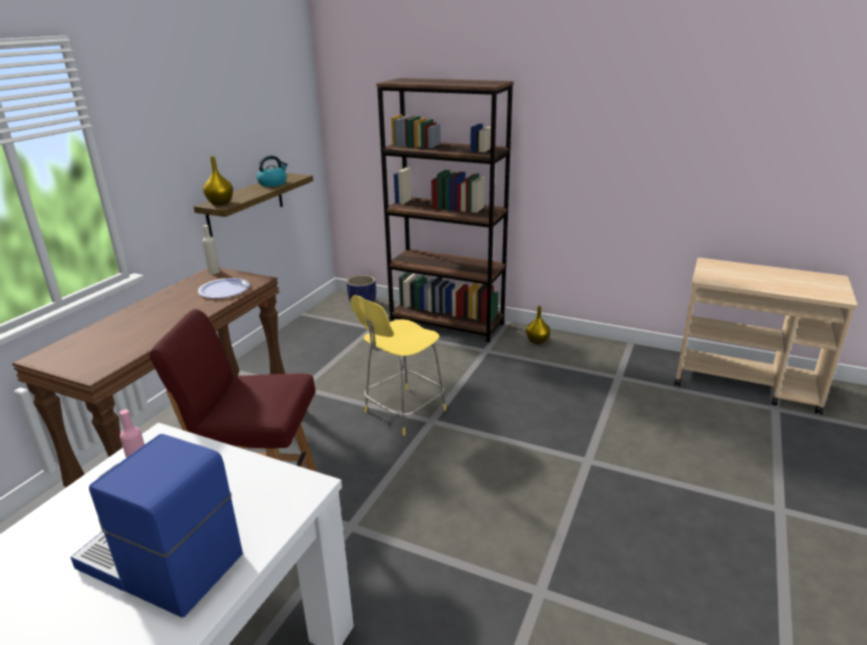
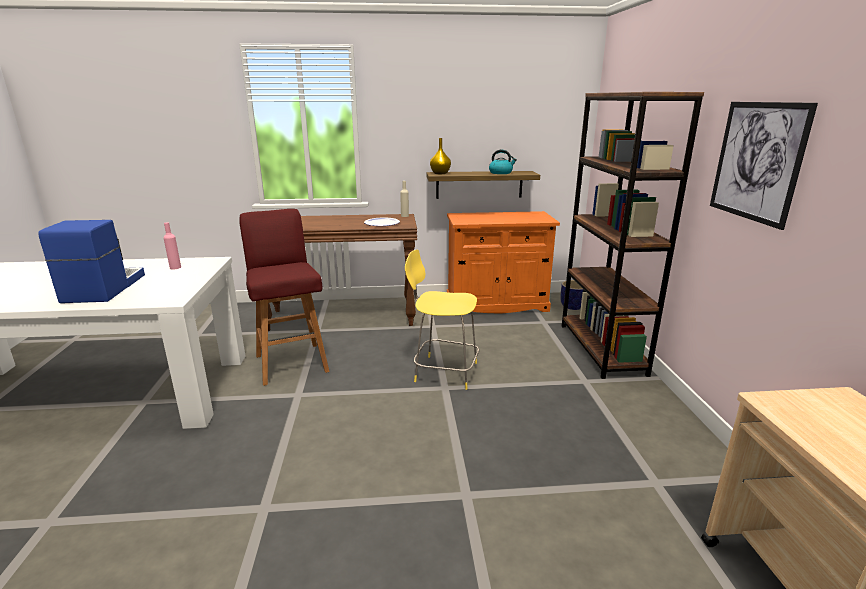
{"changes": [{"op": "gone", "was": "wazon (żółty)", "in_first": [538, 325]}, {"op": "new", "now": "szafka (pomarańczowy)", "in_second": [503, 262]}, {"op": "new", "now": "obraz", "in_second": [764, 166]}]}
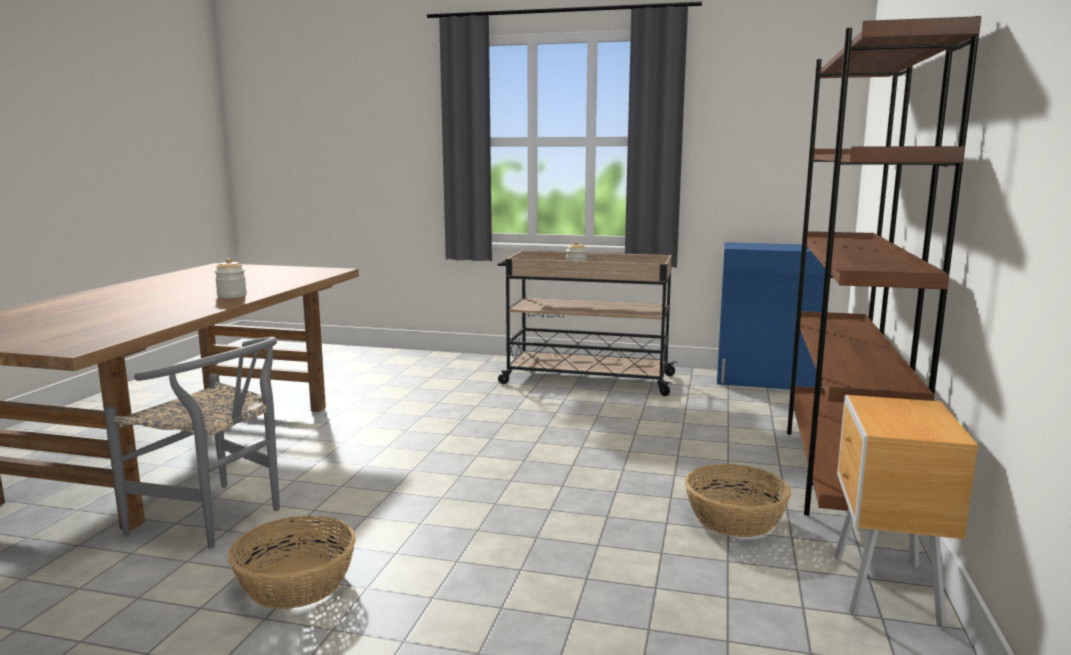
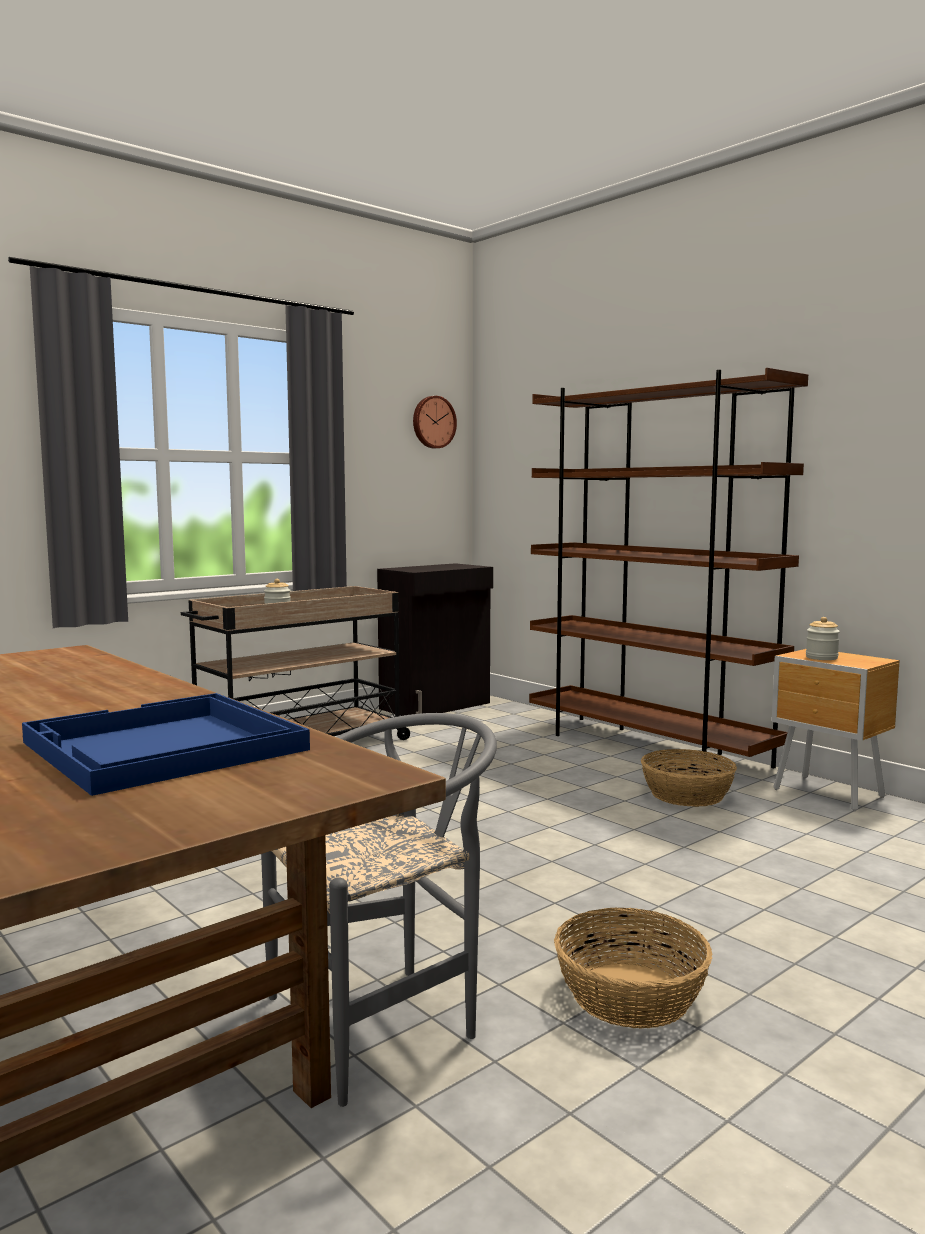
{"changes": [{"op": "shifted", "was": "słoik", "in_first": [231, 278], "in_second": [823, 638]}, {"op": "repainted", "was": "szafka (niebieski)", "now": "szafka (czarny)", "in_first": [771, 315], "in_second": [435, 639]}, {"op": "new", "now": "taca (niebieski)", "in_second": [166, 744]}, {"op": "new", "now": "zegar ścienny", "in_second": [435, 422]}]}
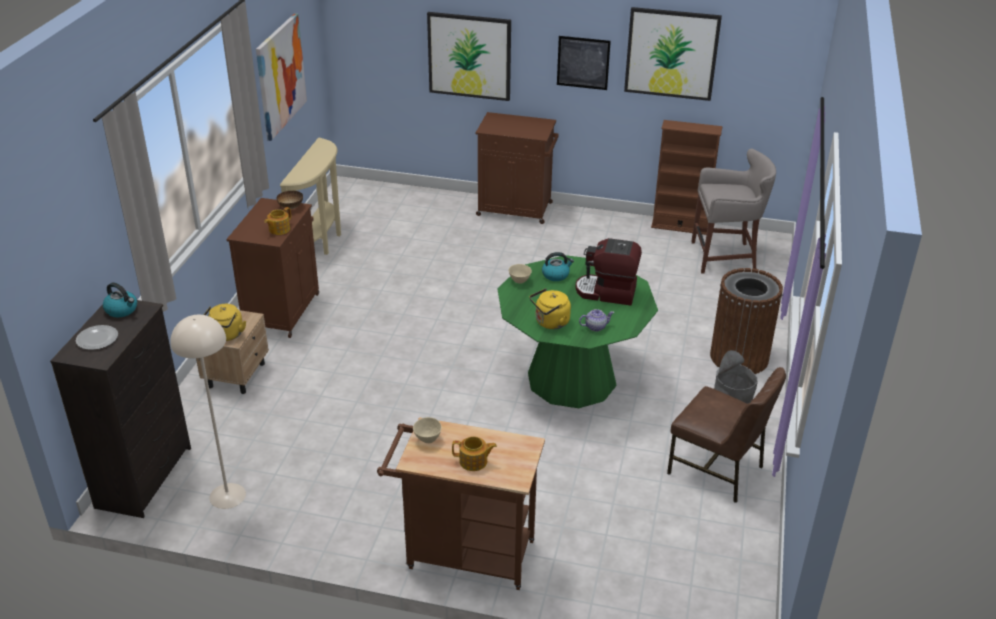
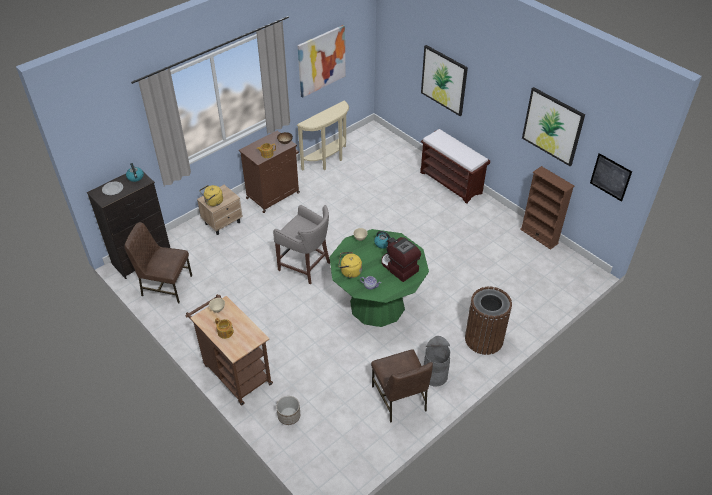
{"changes": [{"op": "swapped", "was": "lampa stojąca (beżowy)", "now": "krzesło (brązowy)", "in_first": [208, 412], "in_second": [158, 262]}, {"op": "swapped", "was": "szafka (brązowy)", "now": "ławka (brązowy)", "in_first": [517, 168], "in_second": [455, 166]}, {"op": "shifted", "was": "obraz", "in_first": [584, 63], "in_second": [611, 177]}, {"op": "shifted", "was": "stołek (szary)", "in_first": [733, 211], "in_second": [301, 244]}, {"op": "new", "now": "donica", "in_second": [288, 410]}]}
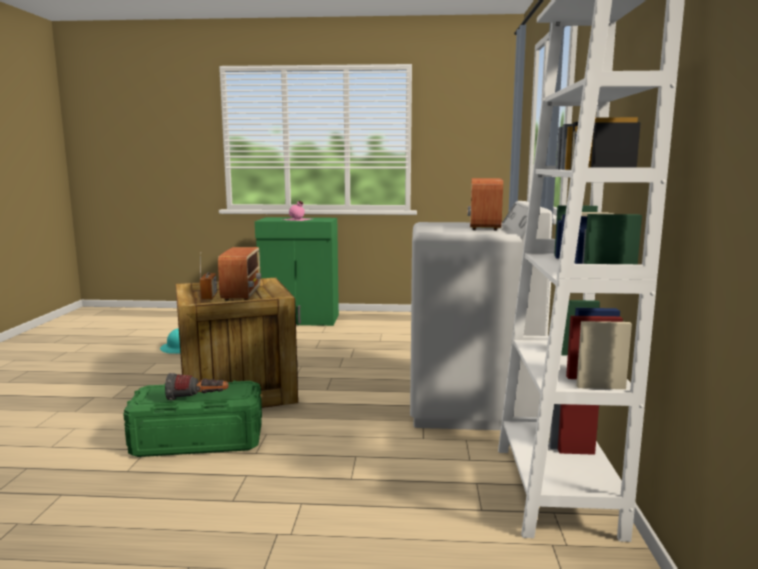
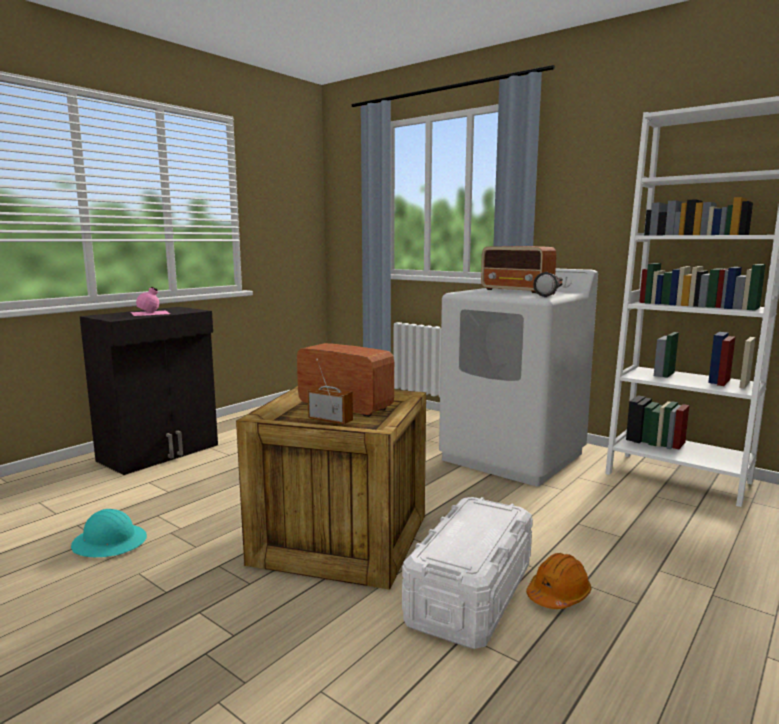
{"changes": [{"op": "repainted", "was": "pojemnik do przechowywania (zielony)", "now": "pojemnik do przechowywania (biały)", "in_first": [192, 418], "in_second": [467, 573]}, {"op": "shifted", "was": "latarka", "in_first": [197, 386], "in_second": [548, 284]}, {"op": "repainted", "was": "szafka (zielony)", "now": "szafka (czarny)", "in_first": [297, 271], "in_second": [149, 391]}, {"op": "new", "now": "kask (pomarańczowy)", "in_second": [558, 581]}]}
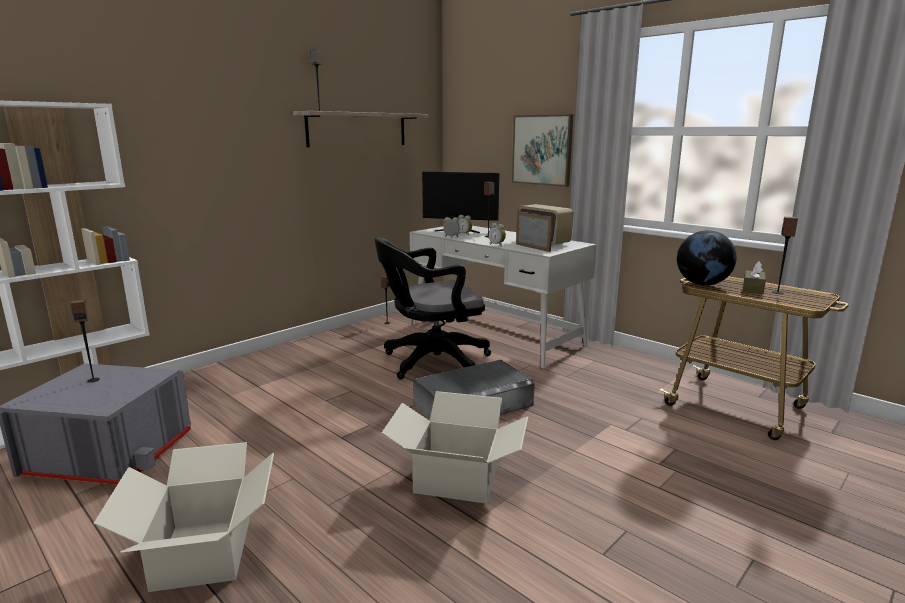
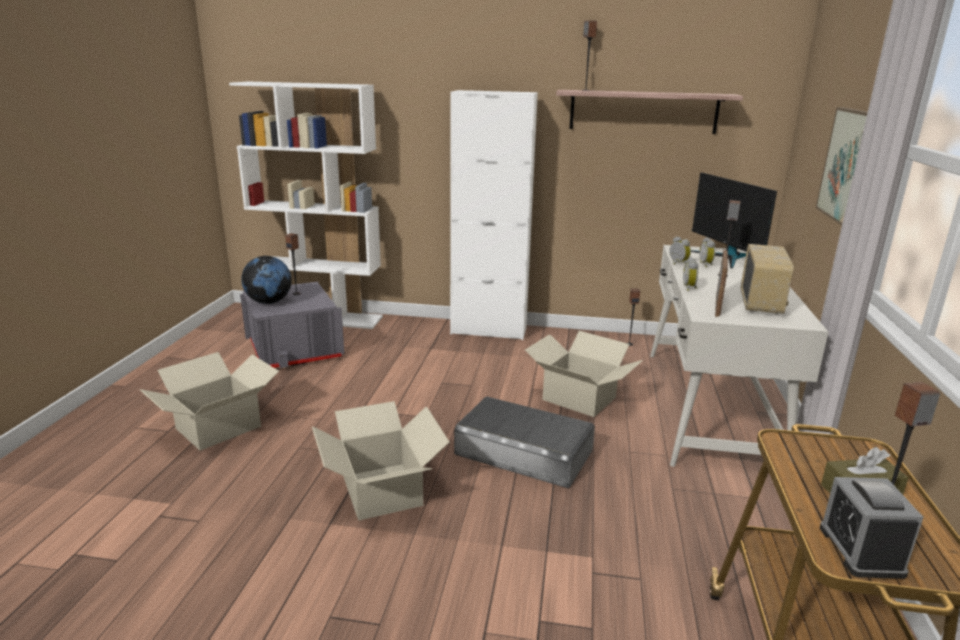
{"changes": [{"op": "swapped", "was": "krzesło biurowe (czarny)", "now": "karton", "in_first": [432, 308], "in_second": [584, 374]}, {"op": "shifted", "was": "globus", "in_first": [707, 258], "in_second": [266, 280]}, {"op": "new", "now": "szafka (biały)", "in_second": [494, 215]}, {"op": "new", "now": "budzik", "in_second": [871, 528]}]}
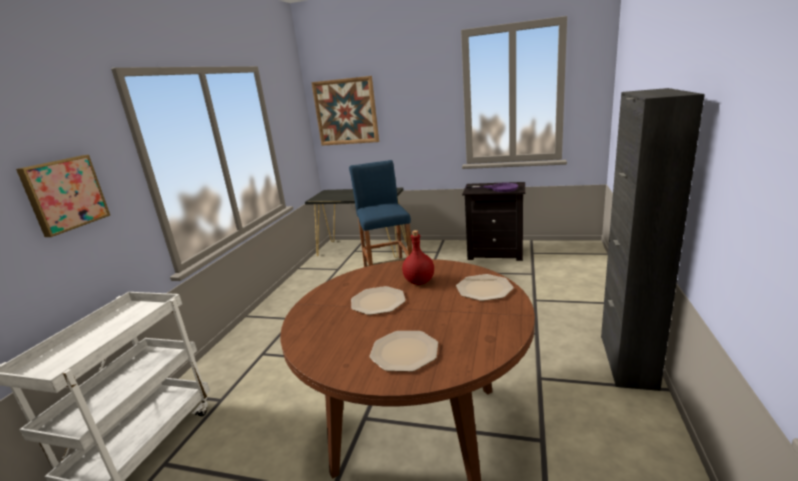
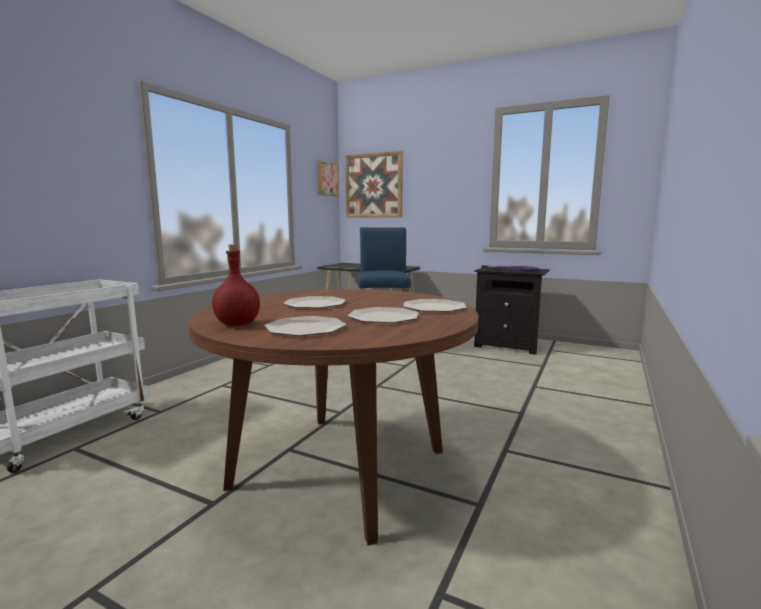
{"changes": [{"op": "shifted", "was": "obraz", "in_first": [63, 196], "in_second": [328, 178]}, {"op": "shifted", "was": "butelka (czerwony)", "in_first": [418, 257], "in_second": [236, 285]}, {"op": "gone", "was": "szafka (czarny)", "in_first": [653, 239]}, {"op": "new", "now": "talerz", "in_second": [383, 315]}]}
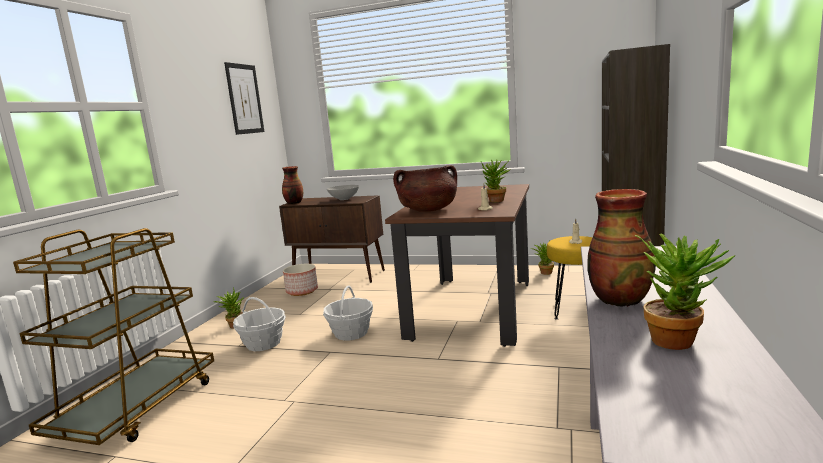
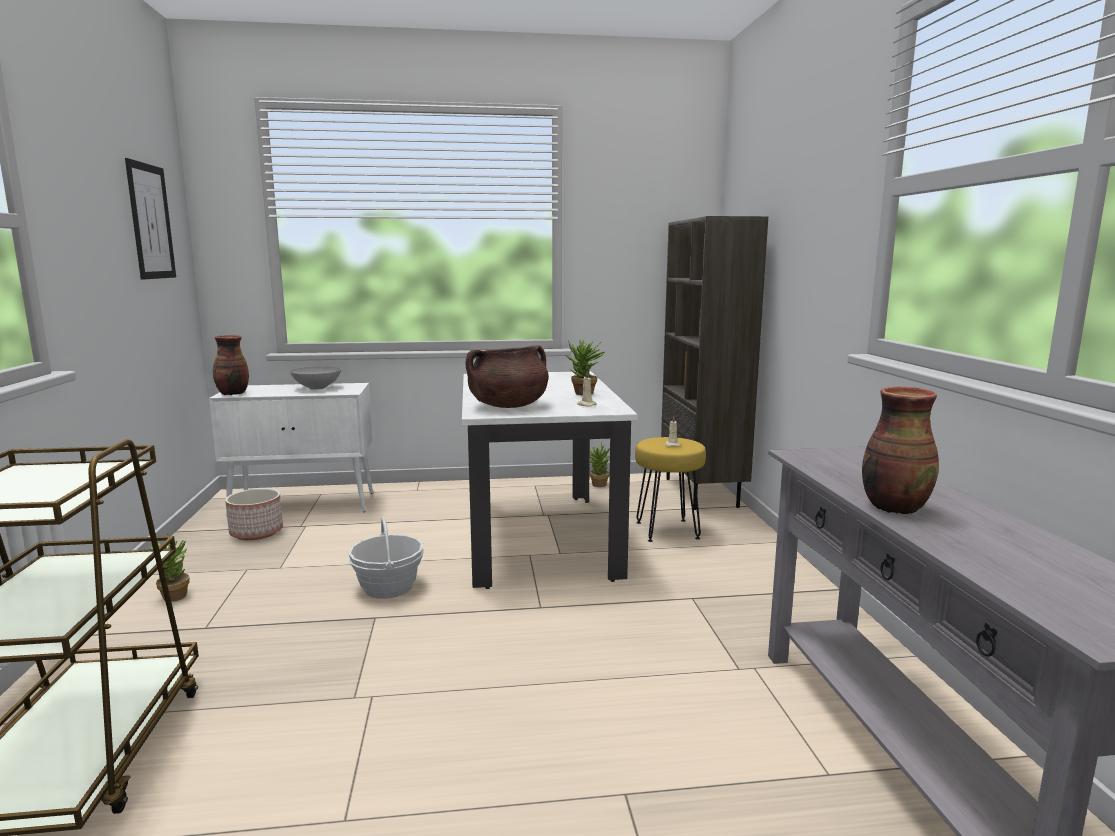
{"changes": [{"op": "gone", "was": "koszyk", "in_first": [259, 324]}, {"op": "repainted", "was": "szafka (brązowy)", "now": "szafka (biały)", "in_first": [332, 239], "in_second": [291, 450]}, {"op": "repainted", "was": "stół jadalny (brązowy)", "now": "stół jadalny (biały)", "in_first": [457, 265], "in_second": [550, 480]}, {"op": "gone", "was": "roślina doniczkowa", "in_first": [685, 291]}]}
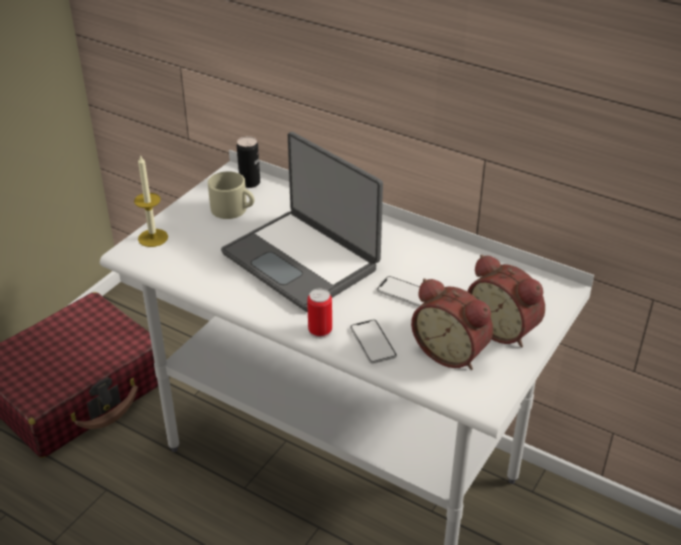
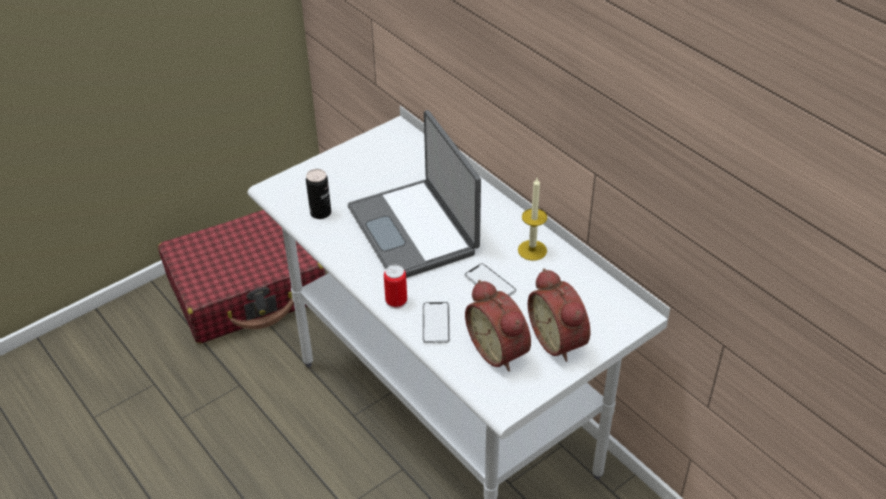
{"changes": [{"op": "shifted", "was": "świeca", "in_first": [151, 200], "in_second": [532, 219]}, {"op": "gone", "was": "kubek (beżowy)", "in_first": [231, 195]}, {"op": "shifted", "was": "puszka", "in_first": [248, 162], "in_second": [318, 194]}]}
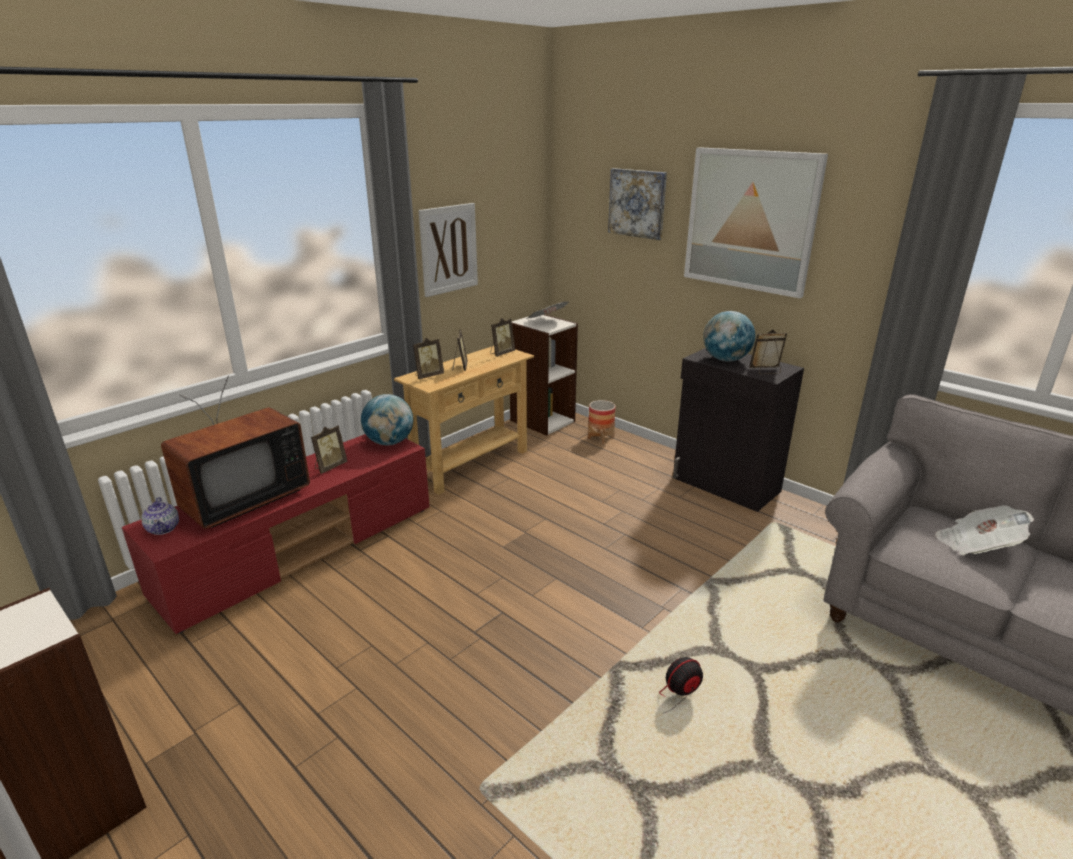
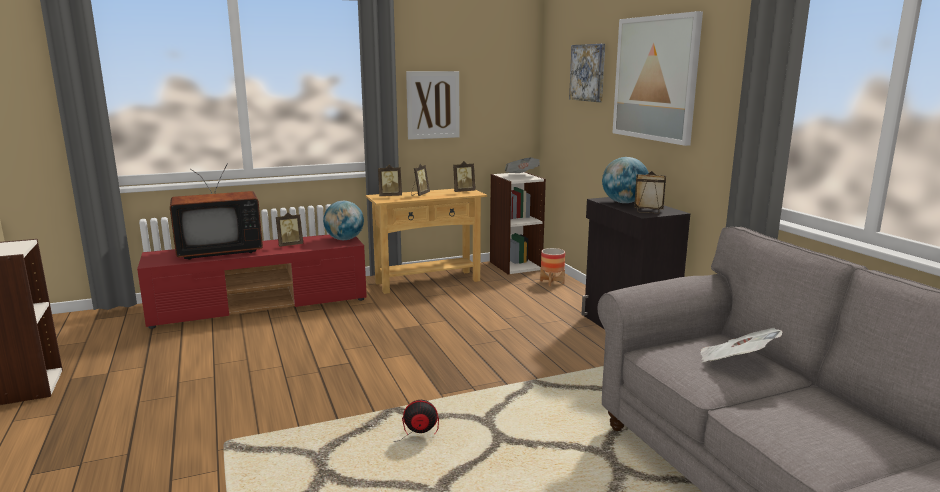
{"changes": [{"op": "gone", "was": "imbryk", "in_first": [160, 516]}]}
